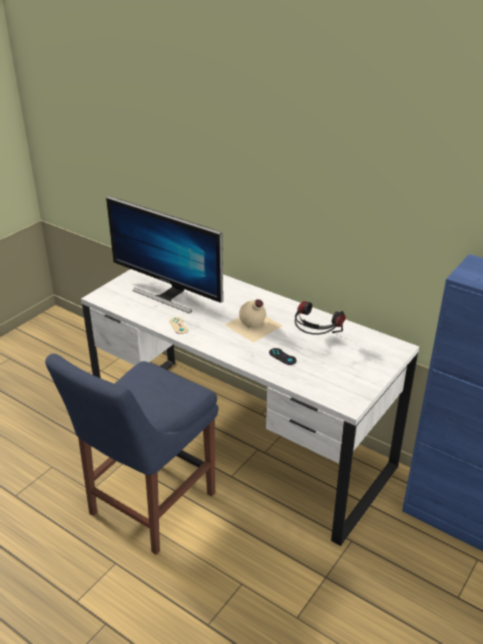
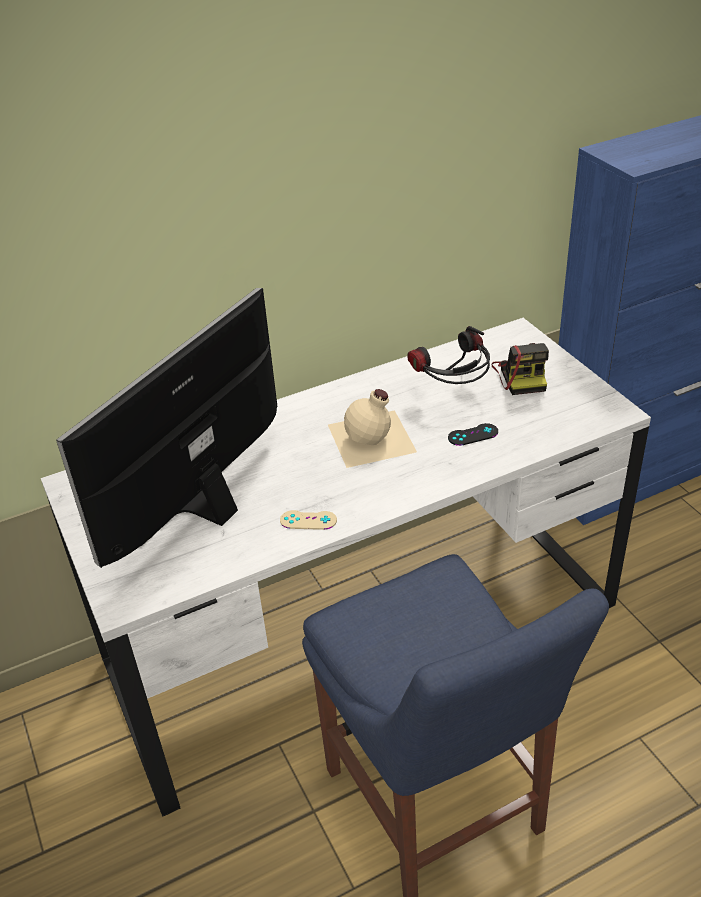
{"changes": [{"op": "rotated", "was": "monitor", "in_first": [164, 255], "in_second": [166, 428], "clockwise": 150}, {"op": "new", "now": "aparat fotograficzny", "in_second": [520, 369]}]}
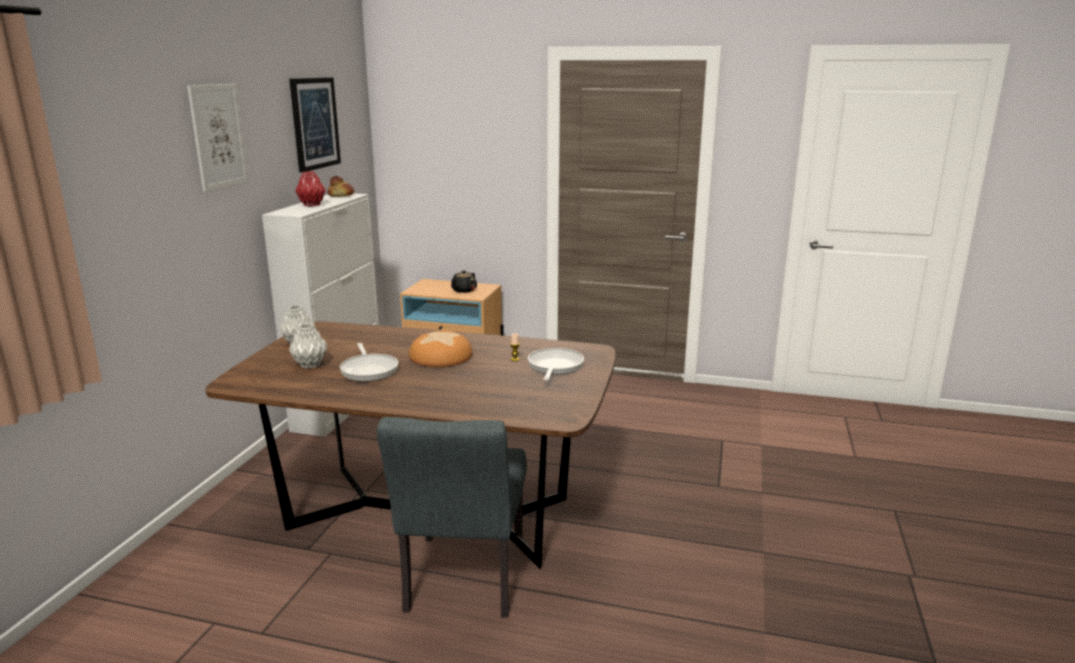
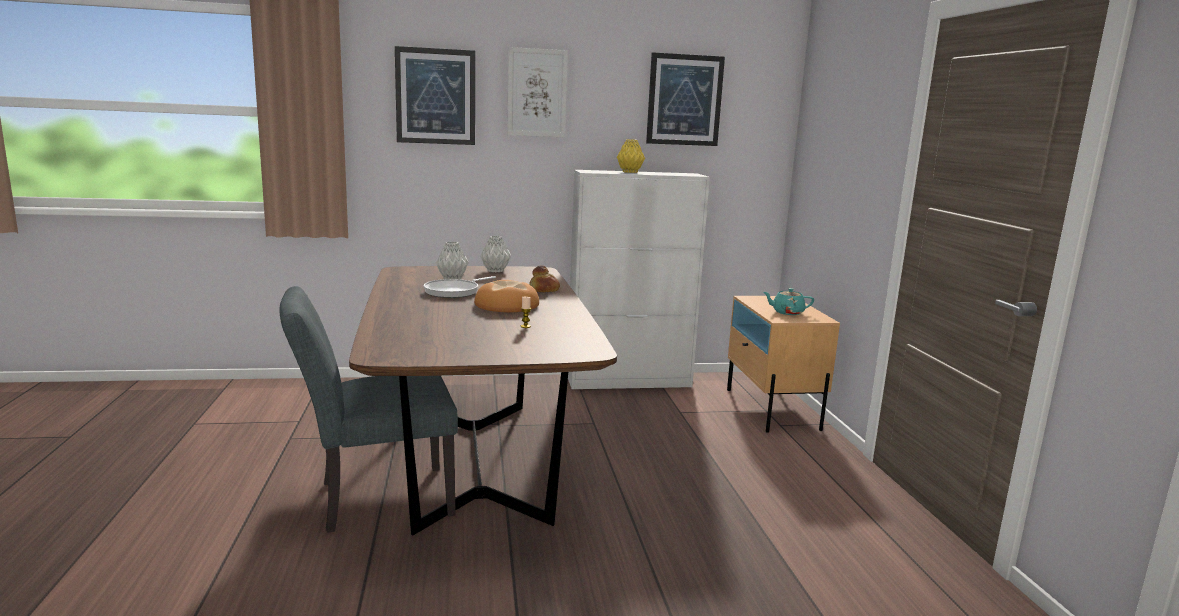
{"changes": [{"op": "repainted", "was": "wazon (czerwony)", "now": "wazon (żółty)", "in_first": [310, 188], "in_second": [631, 156]}, {"op": "shifted", "was": "chleb", "in_first": [340, 186], "in_second": [544, 278]}, {"op": "repainted", "was": "imbryk (czarny)", "now": "imbryk (turkusowy)", "in_first": [464, 281], "in_second": [788, 301]}, {"op": "gone", "was": "patelnia", "in_first": [556, 364]}, {"op": "new", "now": "obraz", "in_second": [435, 95]}]}
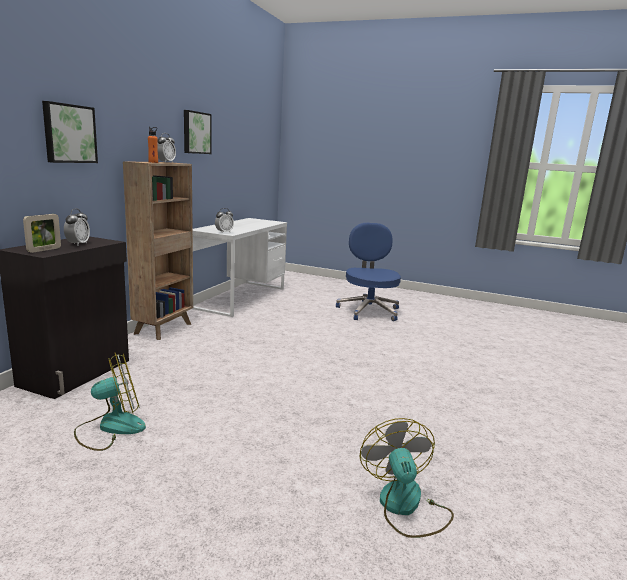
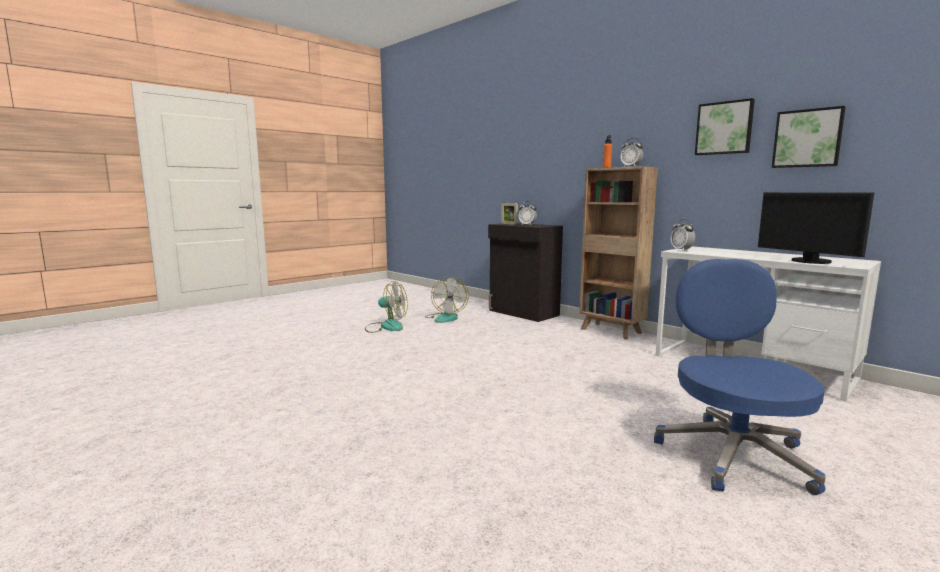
{"changes": [{"op": "shifted", "was": "obraz", "in_first": [70, 132], "in_second": [809, 137]}, {"op": "rotated", "was": "krzesło biurowe (niebieski)", "in_first": [368, 272], "in_second": [739, 377], "clockwise": -105}, {"op": "shifted", "was": "wentylator", "in_first": [406, 478], "in_second": [386, 307]}, {"op": "new", "now": "monitor", "in_second": [816, 228]}]}
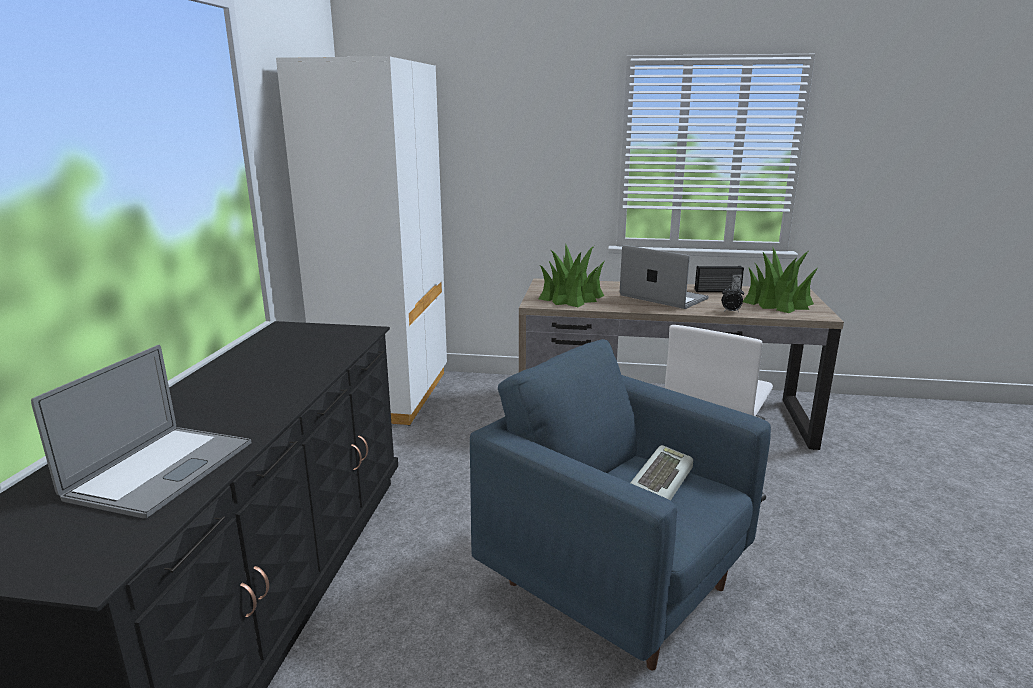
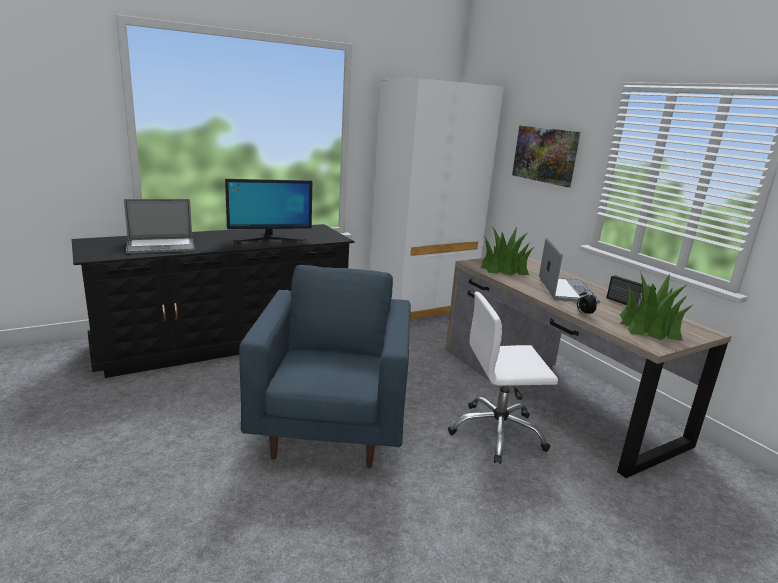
{"changes": [{"op": "gone", "was": "klawiatura", "in_first": [661, 473]}, {"op": "new", "now": "monitor", "in_second": [268, 210]}, {"op": "new", "now": "obraz", "in_second": [546, 156]}]}
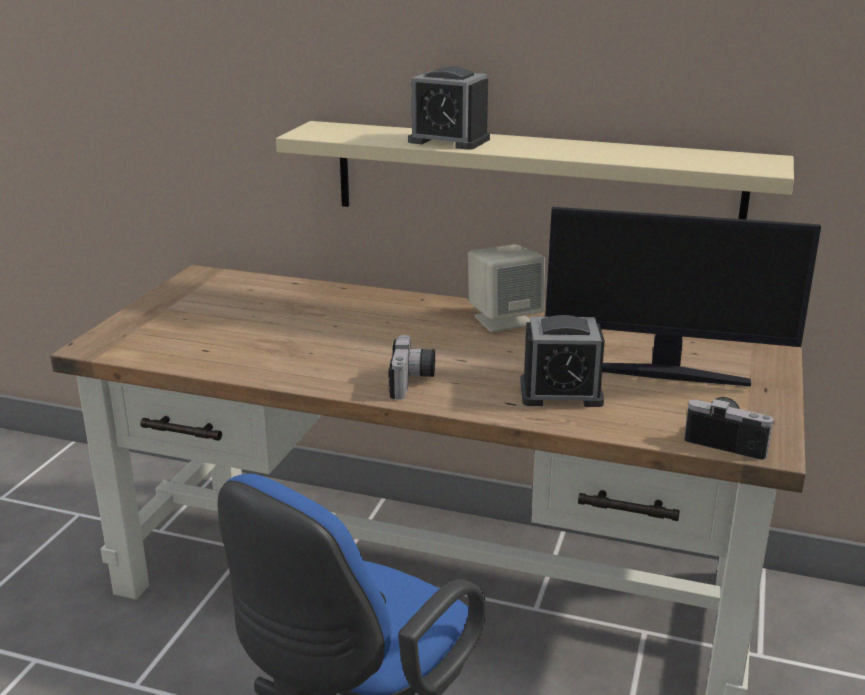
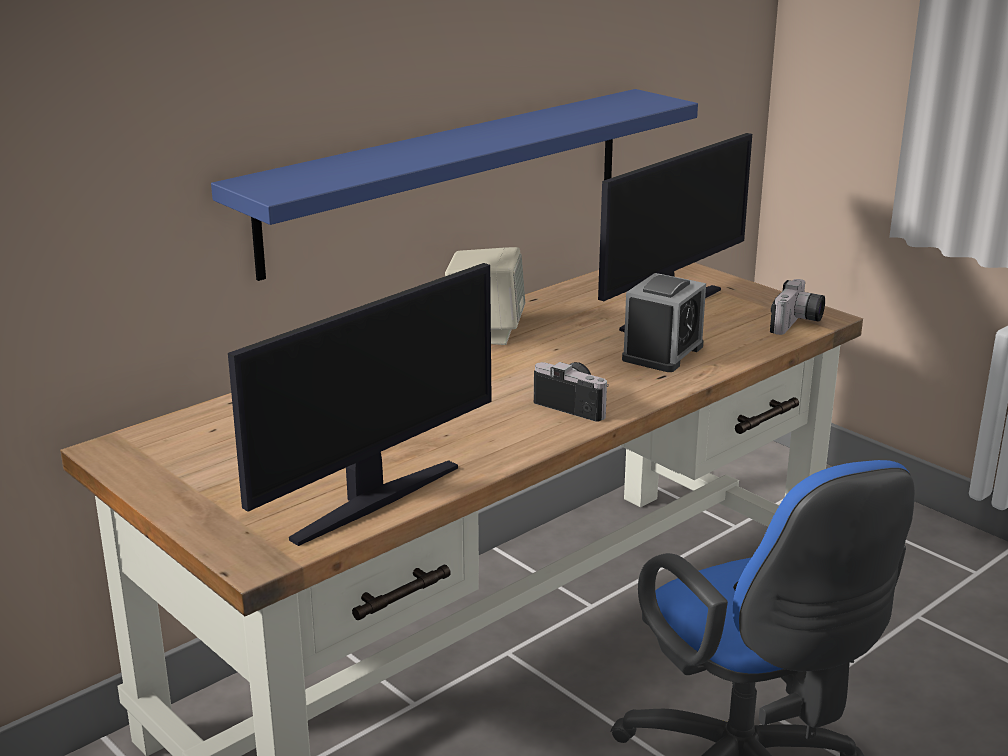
{"changes": [{"op": "repainted", "was": "półka (beżowy)", "now": "półka (niebieski)", "in_first": [535, 170], "in_second": [454, 185]}, {"op": "gone", "was": "budzik", "in_first": [449, 108]}, {"op": "rotated", "was": "aparat fotograficzny", "in_first": [729, 428], "in_second": [797, 307], "clockwise": 150}, {"op": "new", "now": "monitor", "in_second": [360, 404]}]}
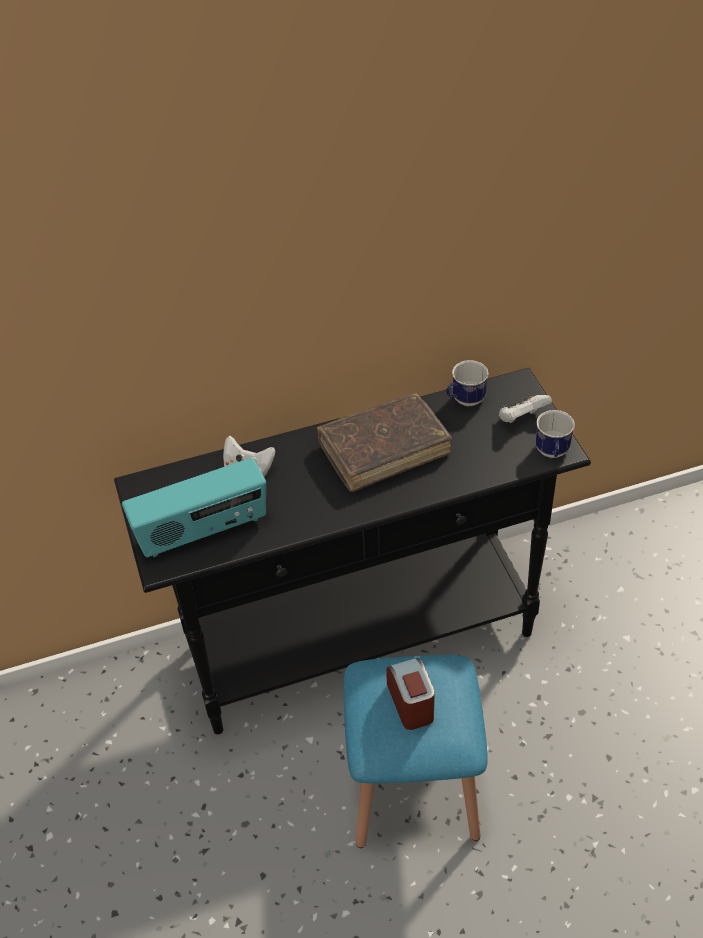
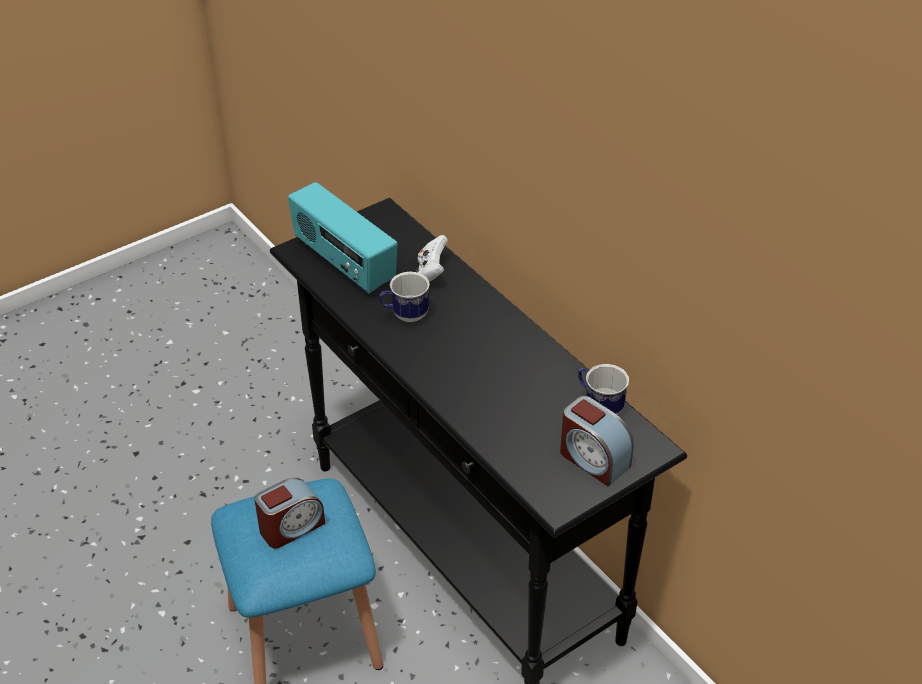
{"changes": [{"op": "gone", "was": "książka (brązowy)", "in_first": [384, 442]}, {"op": "swapped", "was": "pad do gier (biały)", "now": "budzik", "in_first": [525, 409], "in_second": [597, 441]}, {"op": "shifted", "was": "kubek", "in_first": [555, 434], "in_second": [404, 297]}]}
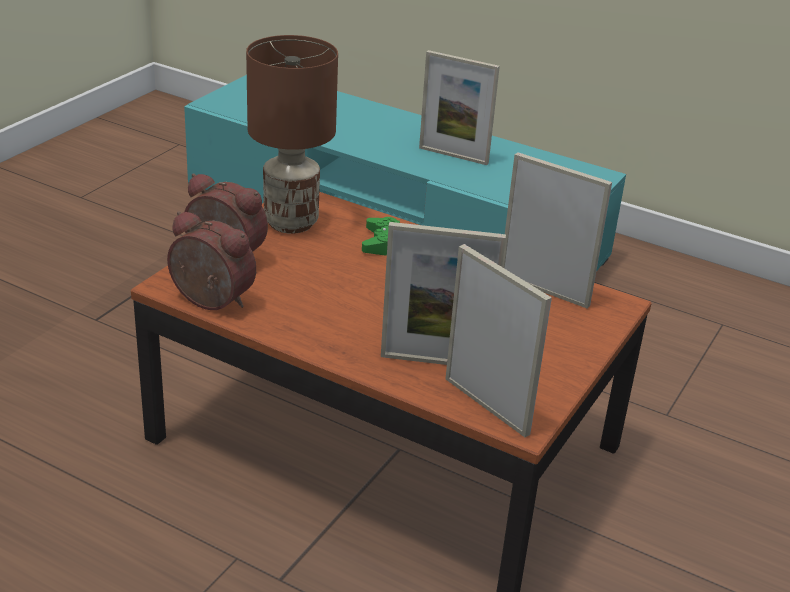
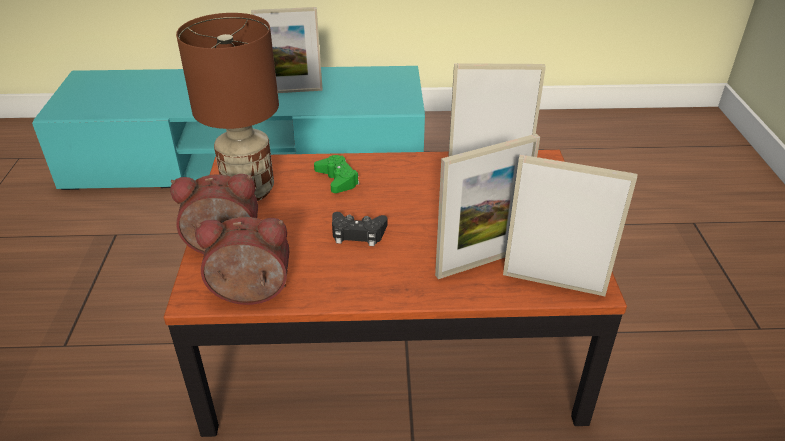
{"changes": [{"op": "new", "now": "pad do gier (czarny)", "in_second": [360, 229]}]}
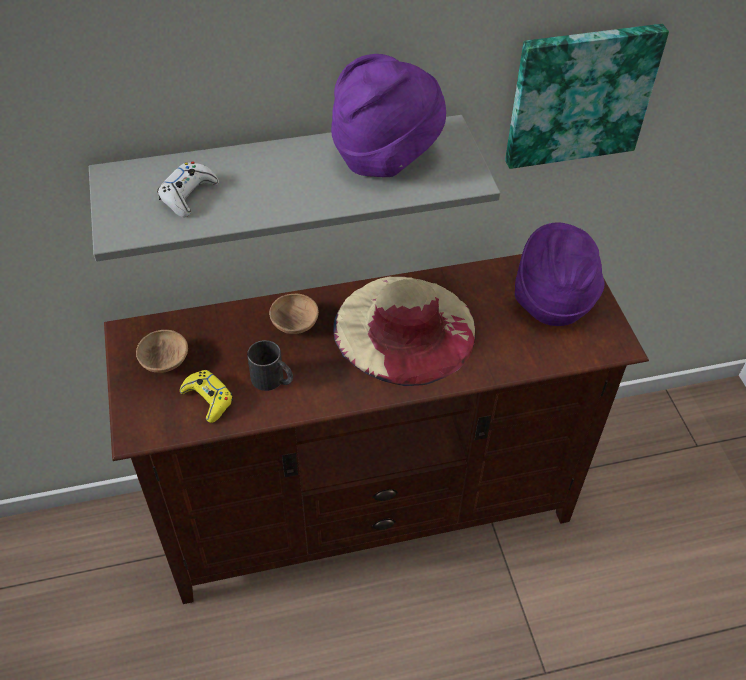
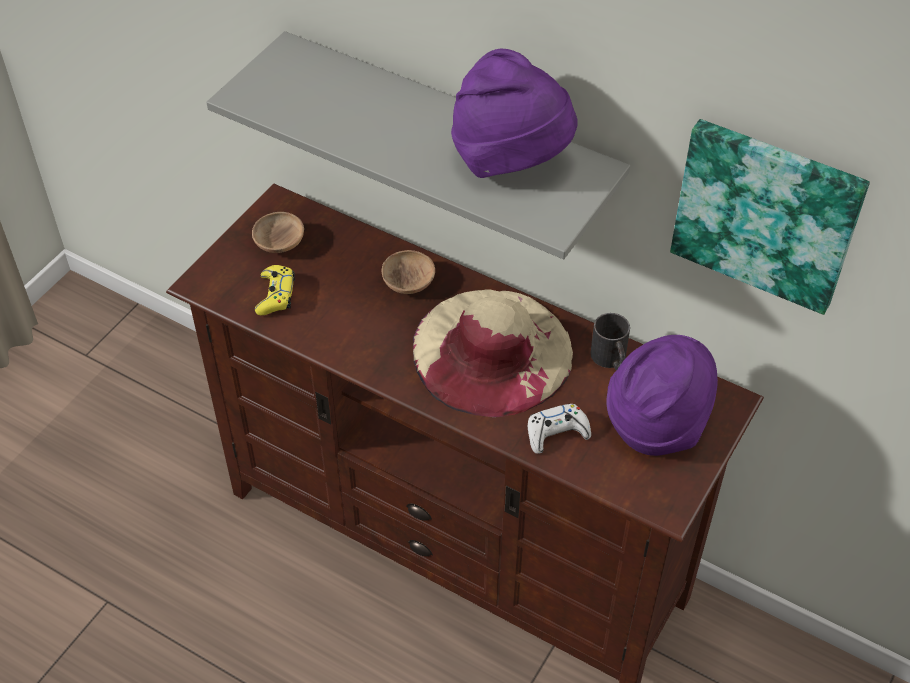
{"changes": [{"op": "shifted", "was": "pad do gier (biały)", "in_first": [188, 189], "in_second": [559, 429]}, {"op": "shifted", "was": "kubek (czarny)", "in_first": [270, 365], "in_second": [610, 341]}]}
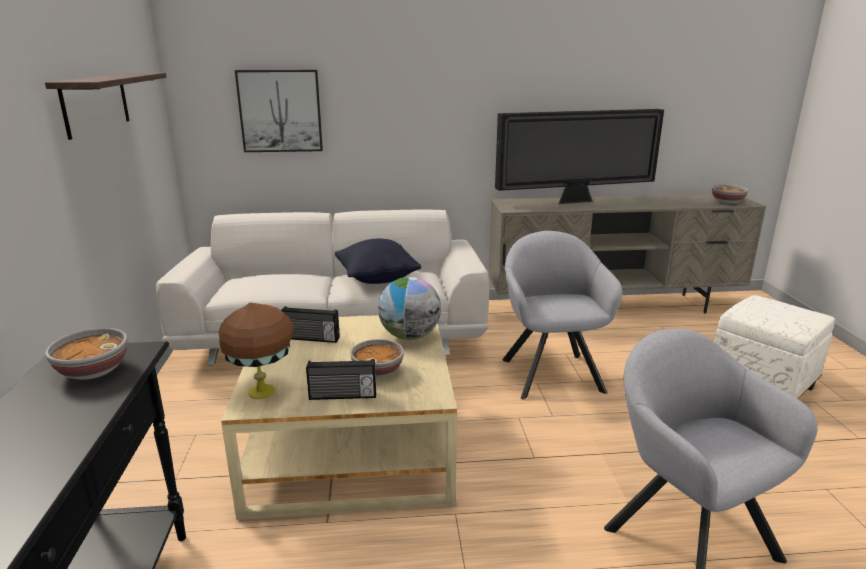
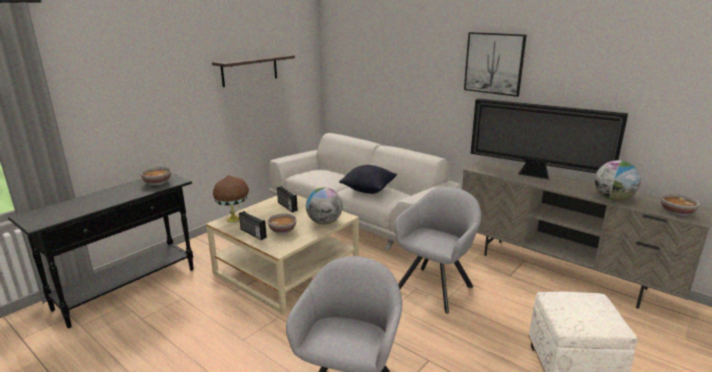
{"changes": [{"op": "shifted", "was": "obraz", "in_first": [279, 111], "in_second": [495, 64]}, {"op": "new", "now": "globus", "in_second": [618, 180]}]}
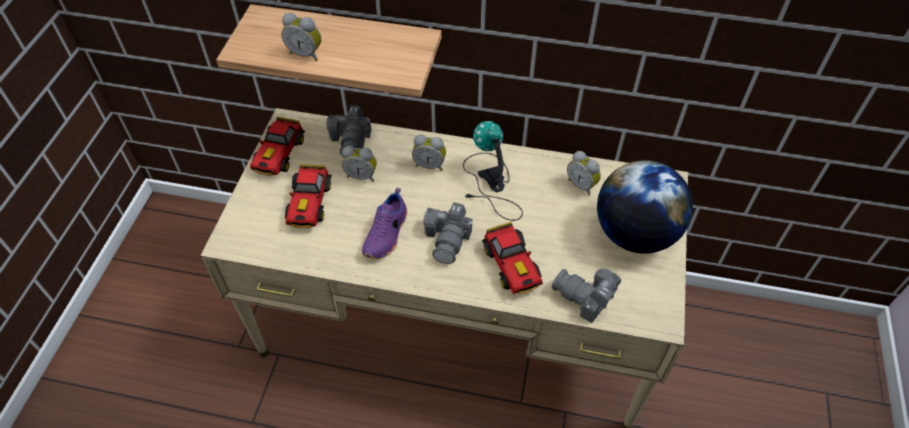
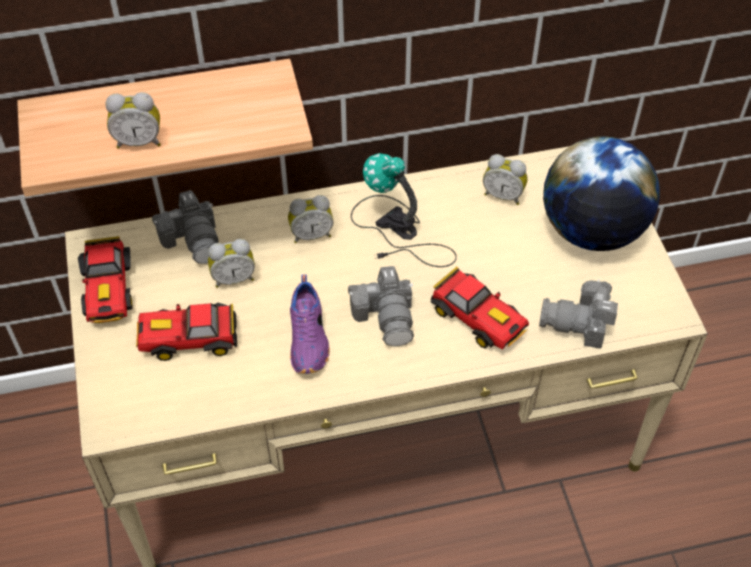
{"changes": [{"op": "rotated", "was": "samochodzik", "in_first": [308, 196], "in_second": [186, 332], "clockwise": 105}]}
